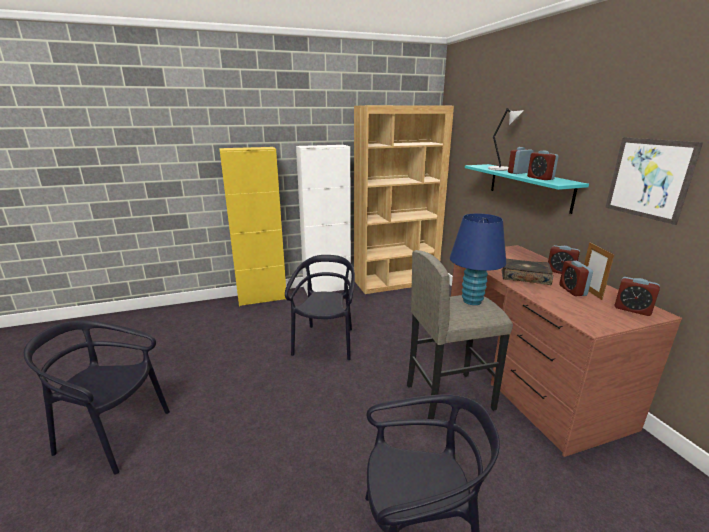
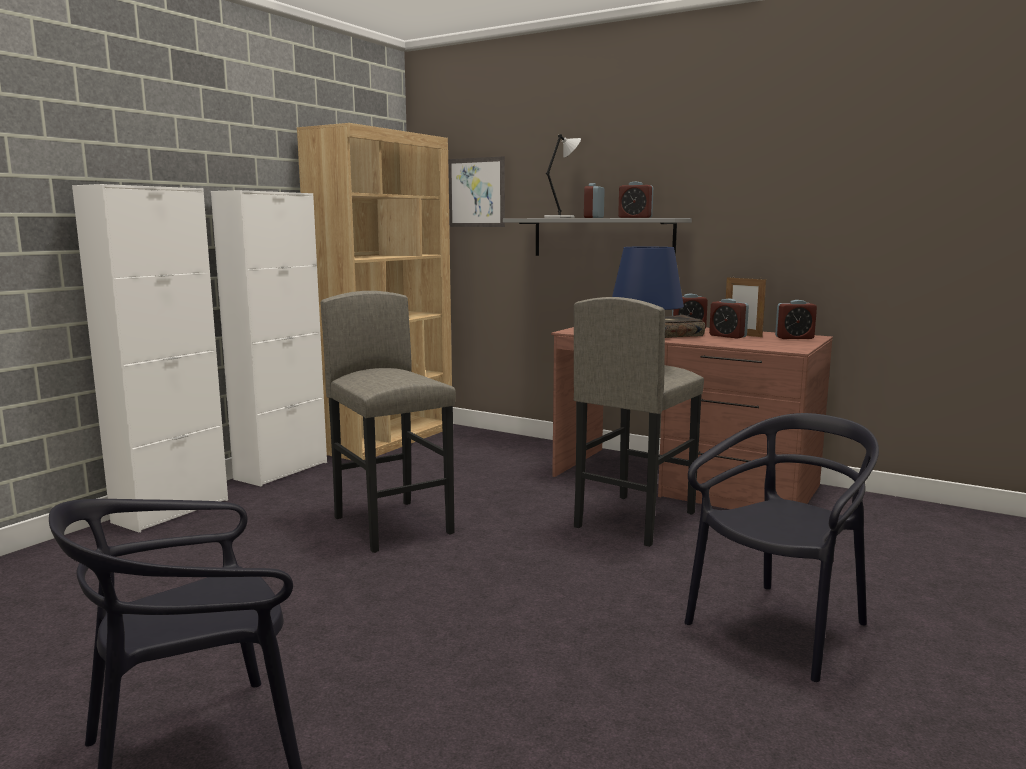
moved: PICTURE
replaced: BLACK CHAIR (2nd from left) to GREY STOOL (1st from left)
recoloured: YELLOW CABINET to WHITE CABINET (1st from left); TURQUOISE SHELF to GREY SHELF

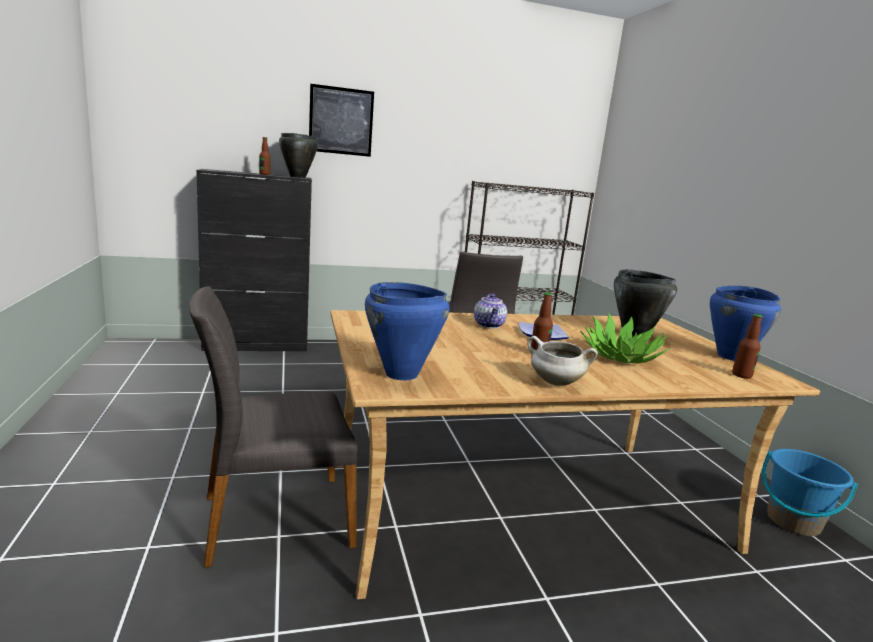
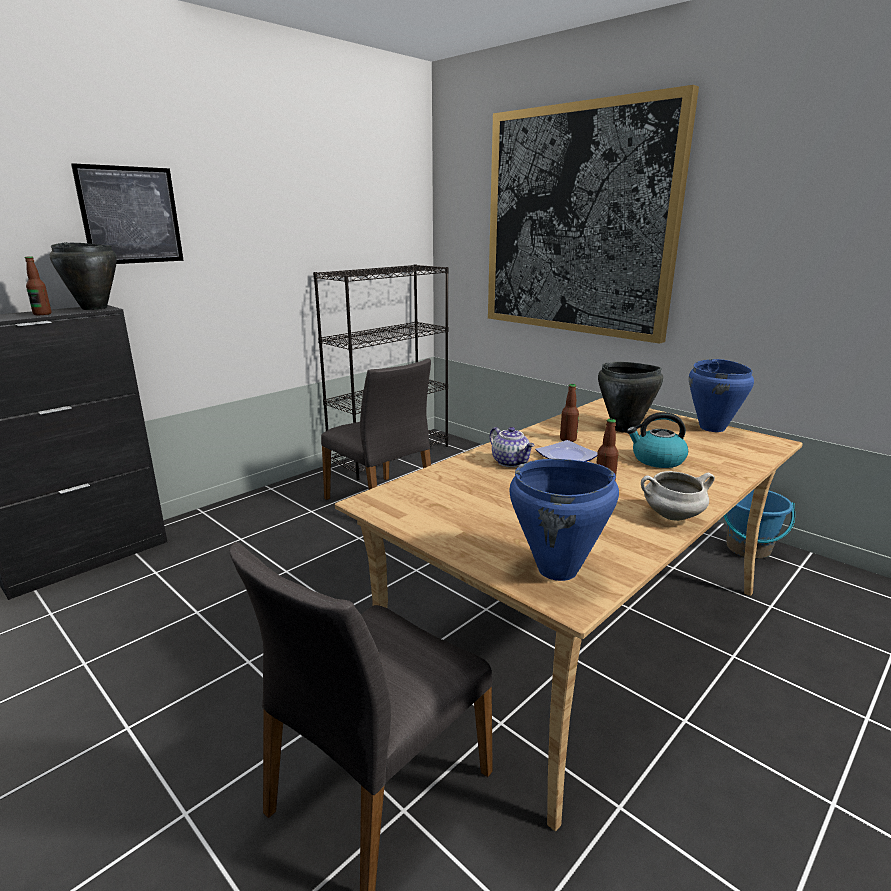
added: PICTURE (2nd from left)
moved: BOTTLE (3rd from left in the first image) to BOTTLE (2nd from left)
replaced: POTTED PLANT to KETTLE

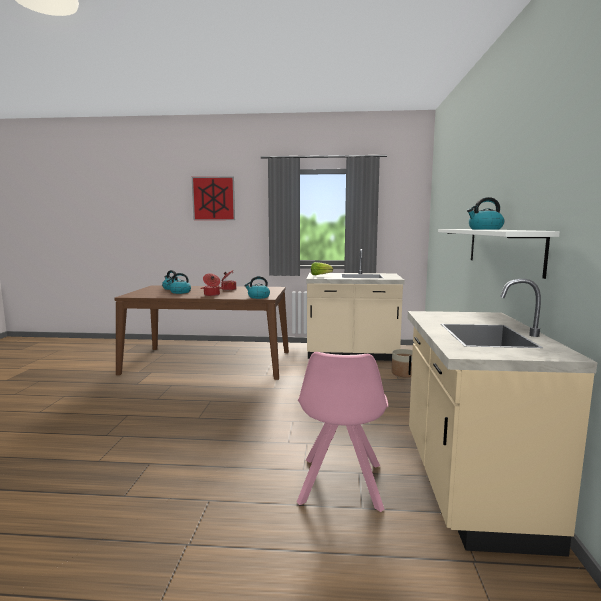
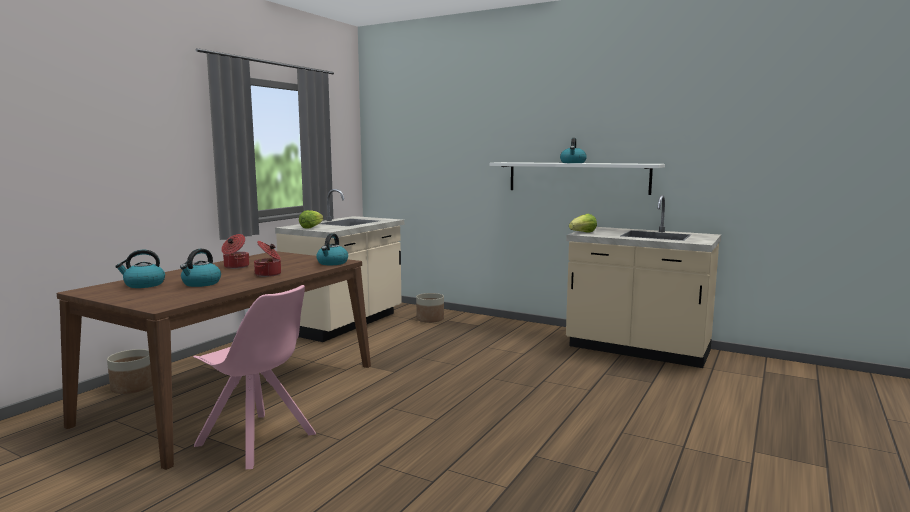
removed: PICTURE
added: PLANTER (1st from left); LETTUCE (2nd from left)
moved: PINK CHAIR

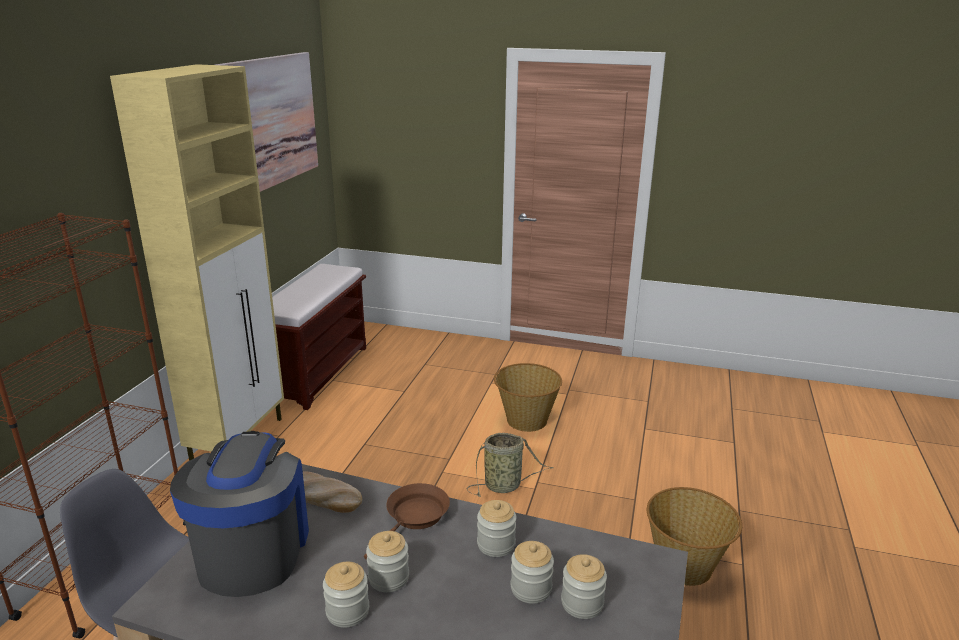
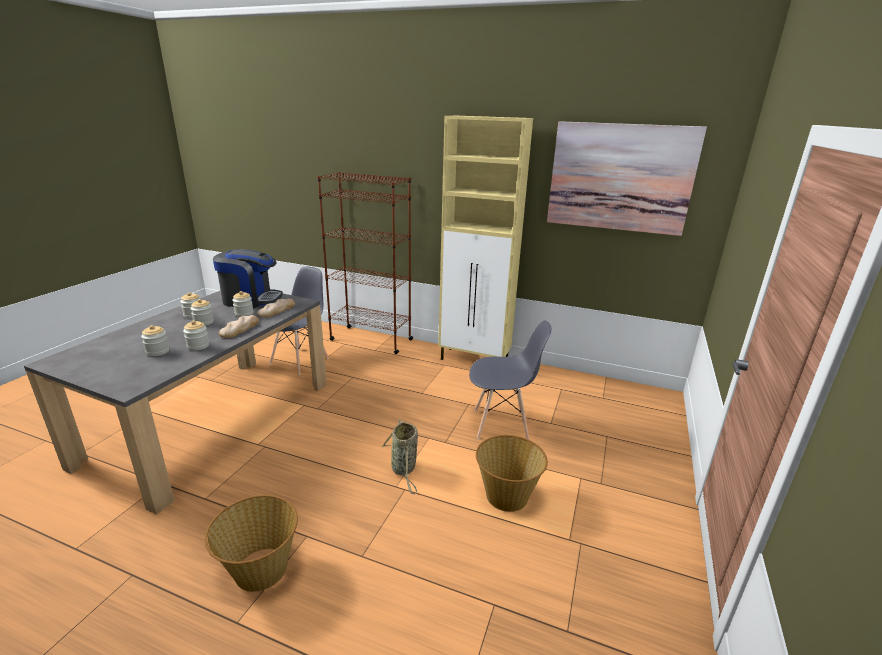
removed: BROWN BENCH
added: GREY CHAIR (2nd from left)
moved: JAR (5th from left)
replaced: BROWN FRYING PAN to BREAD (1st from left)

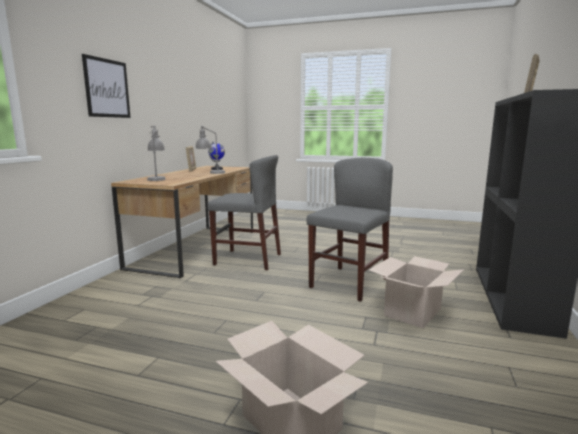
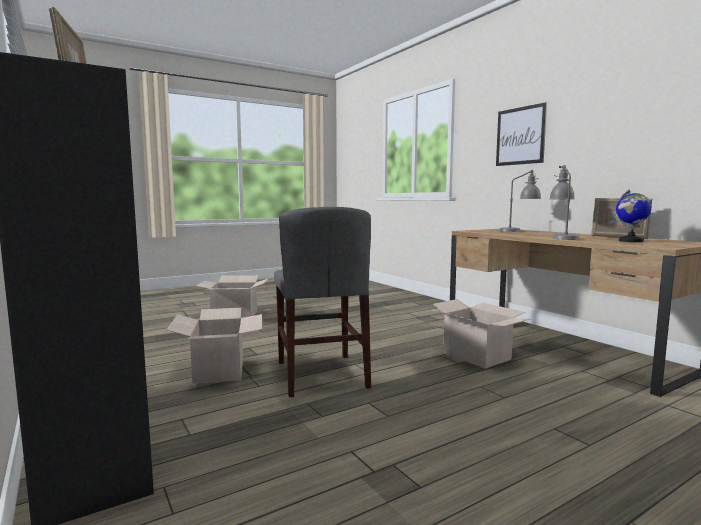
replaced: GREY CHAIR (1st from left) to CARDBOARD BOX (3rd from left)

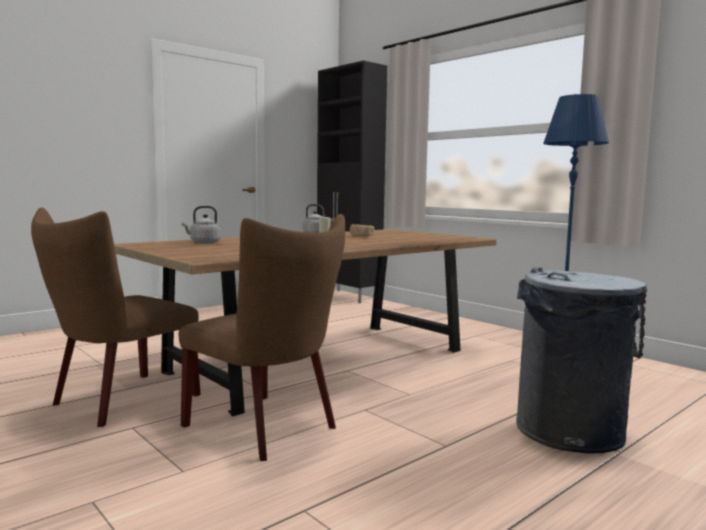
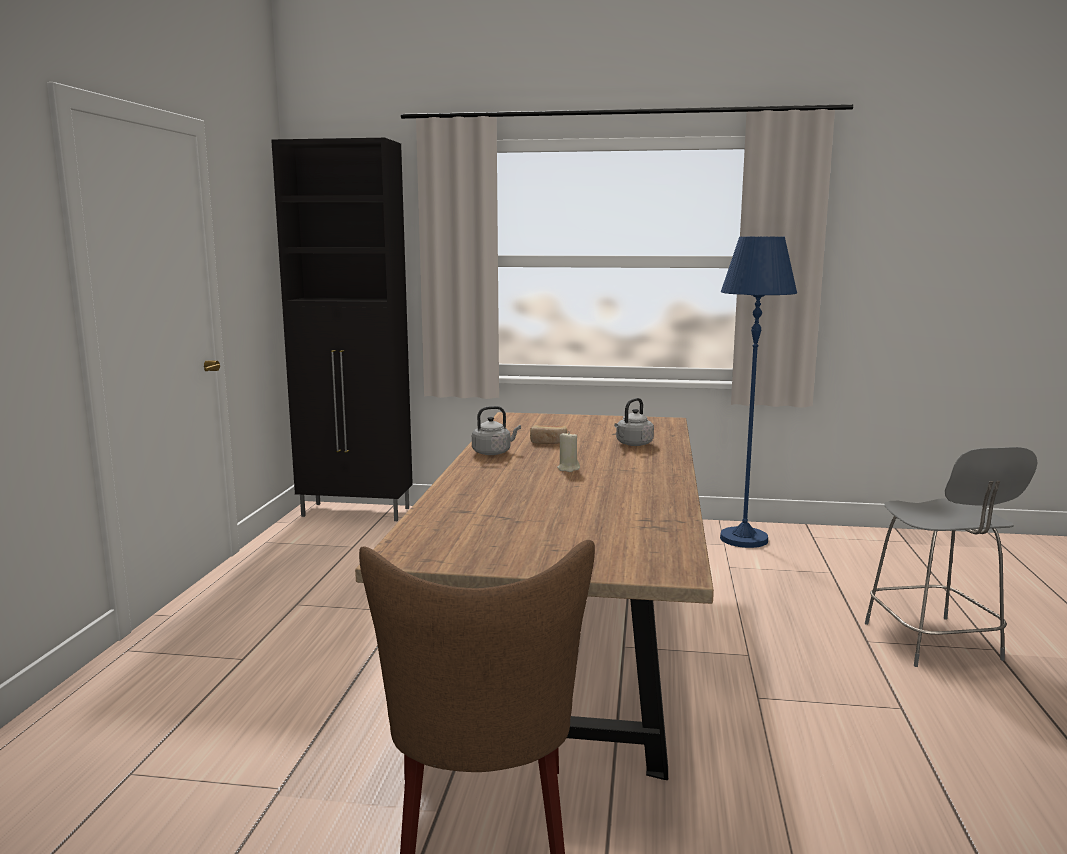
removed: BROWN CHAIR (2nd from left)
moved: GREY KETTLE (1st from left in the first image) to GREY KETTLE (2nd from left)
replaced: GREY TRASH CAN to GREY STOOL

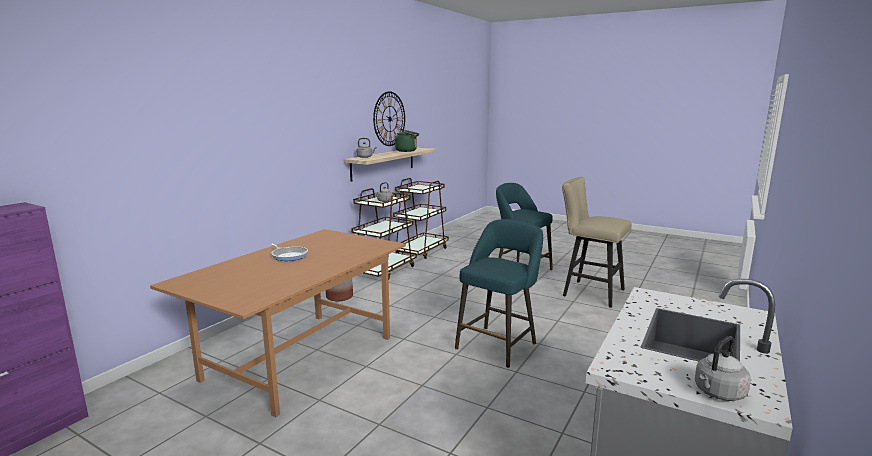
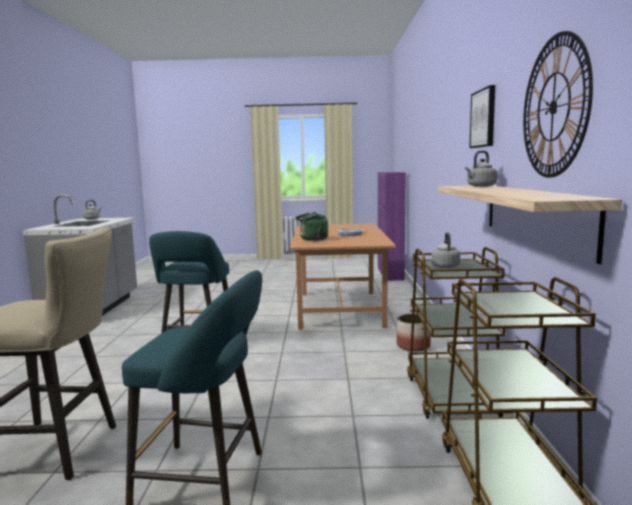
added: PICTURE
moved: GREEN KETTLE

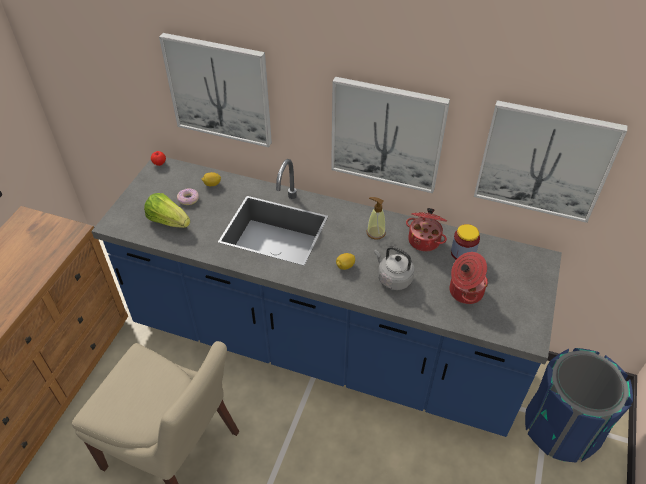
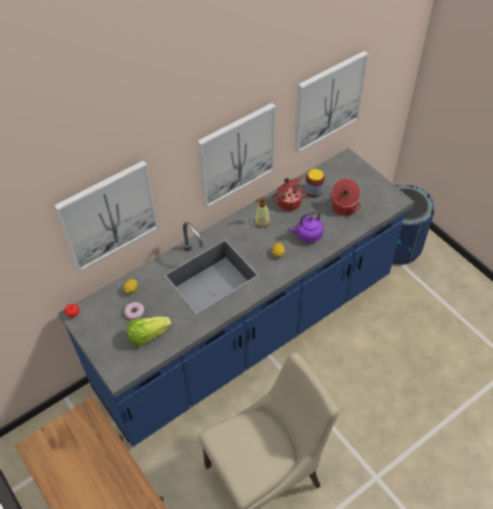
recoloured: GREY KETTLE to PURPLE KETTLE

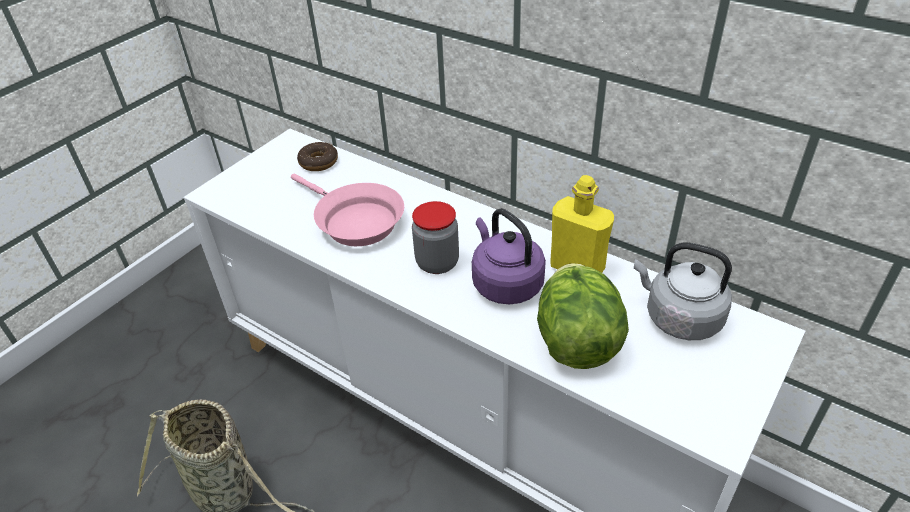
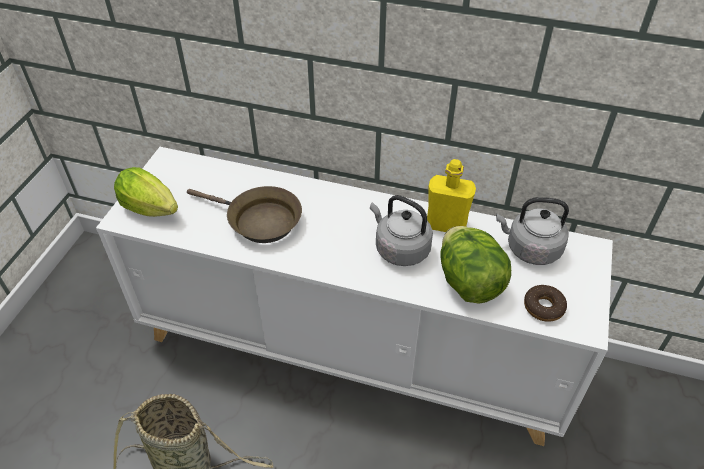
removed: JAR
added: LETTUCE (1st from left)
moved: DONUT
recoloured: PINK FRYING PAN to BROWN FRYING PAN; PURPLE KETTLE to GREY KETTLE (1st from left)

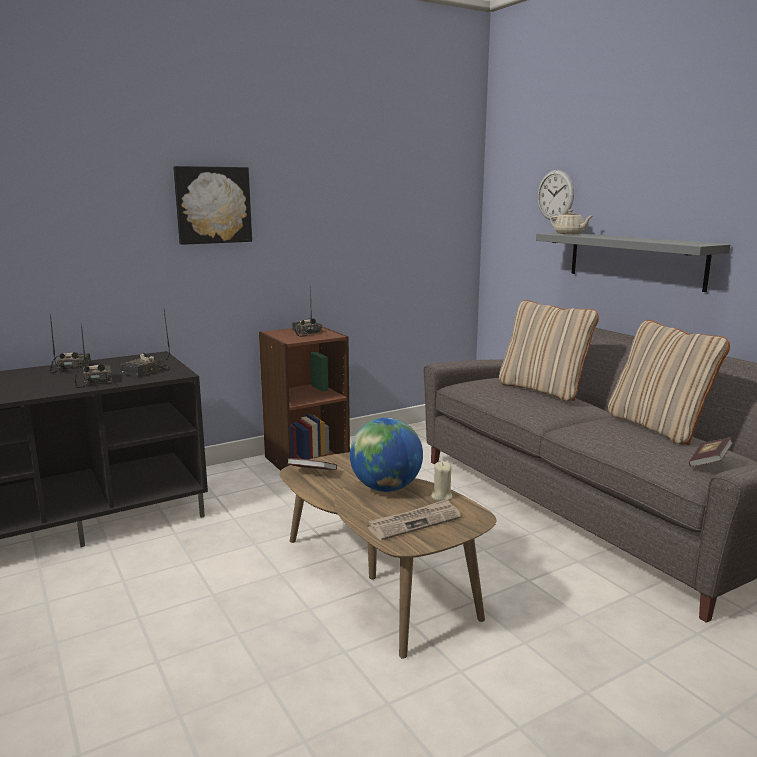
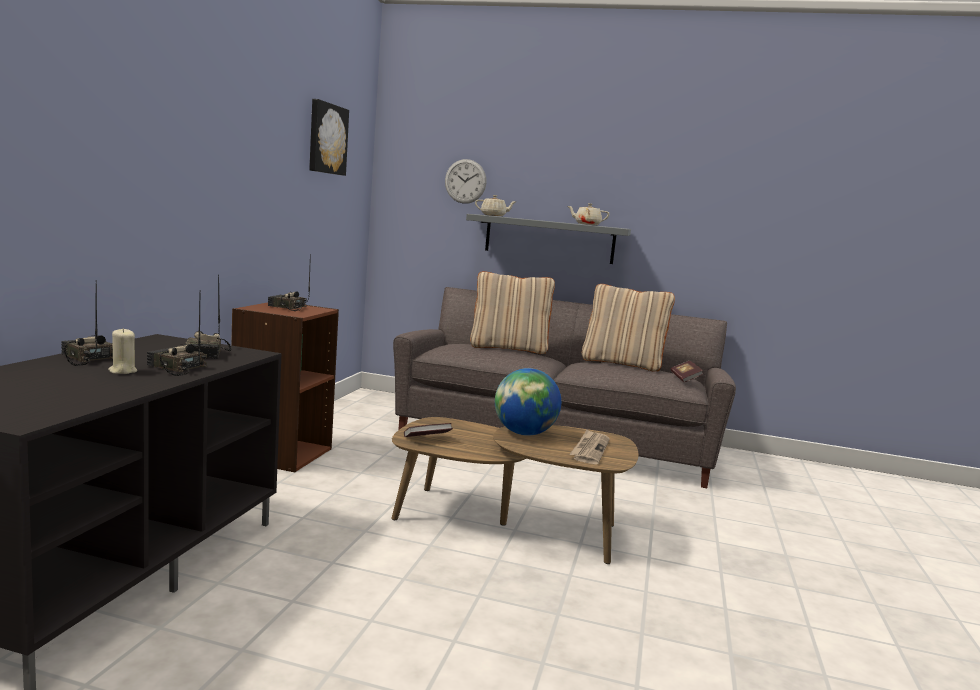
added: BEIGE TEAPOT (2nd from left)
moved: PICTURE; BEIGE CANDLE

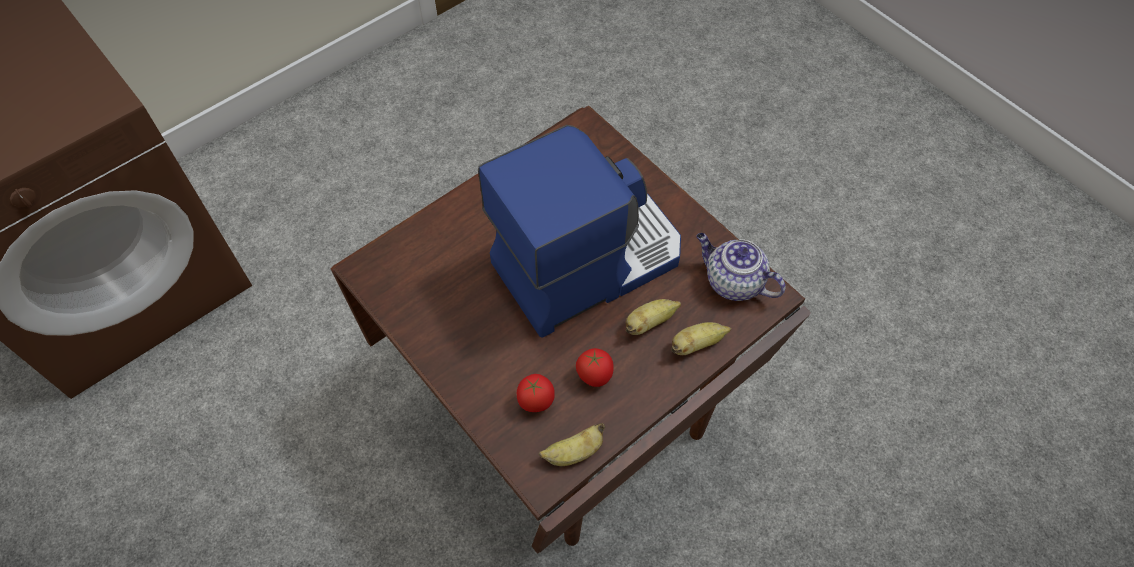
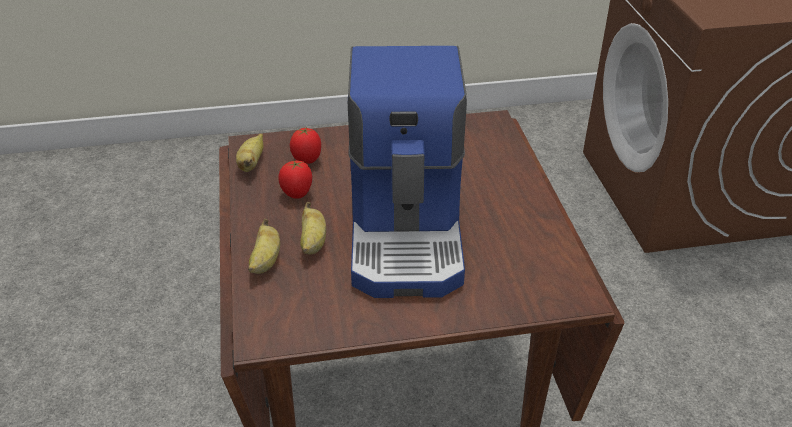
removed: TEAPOT

